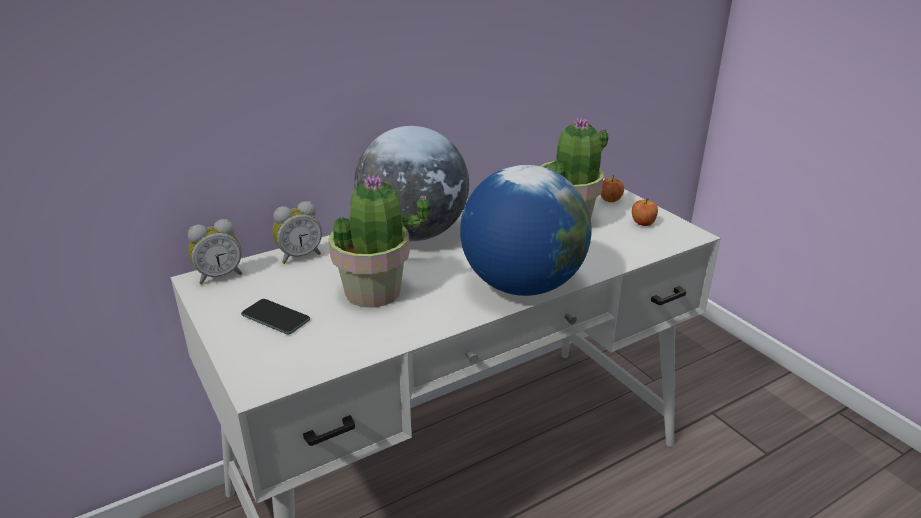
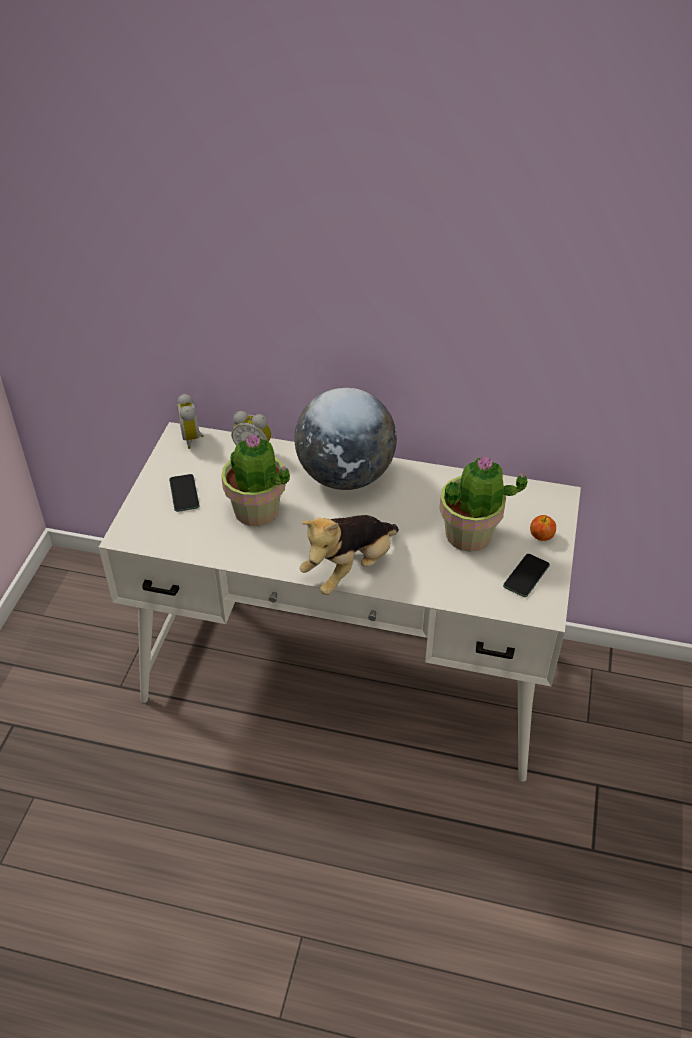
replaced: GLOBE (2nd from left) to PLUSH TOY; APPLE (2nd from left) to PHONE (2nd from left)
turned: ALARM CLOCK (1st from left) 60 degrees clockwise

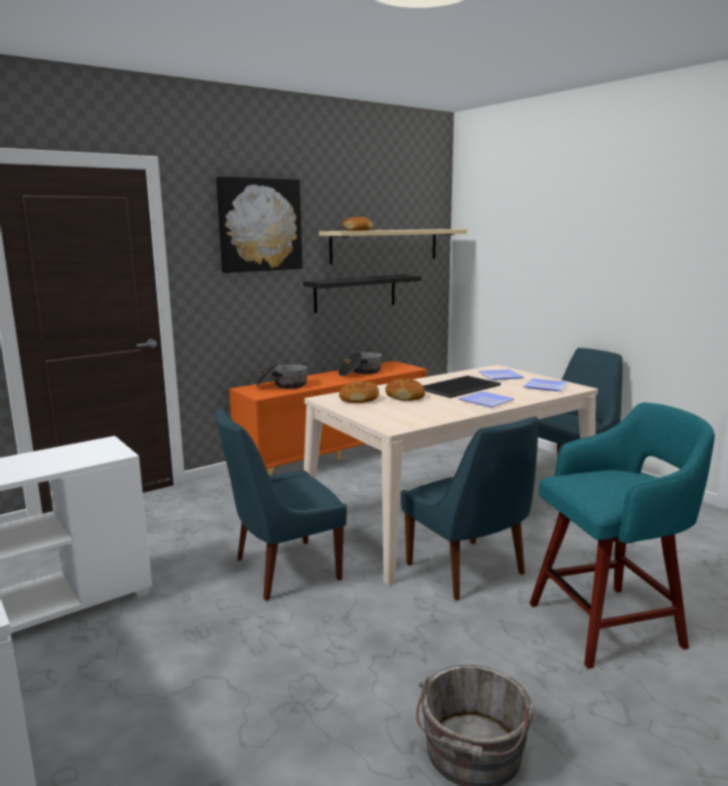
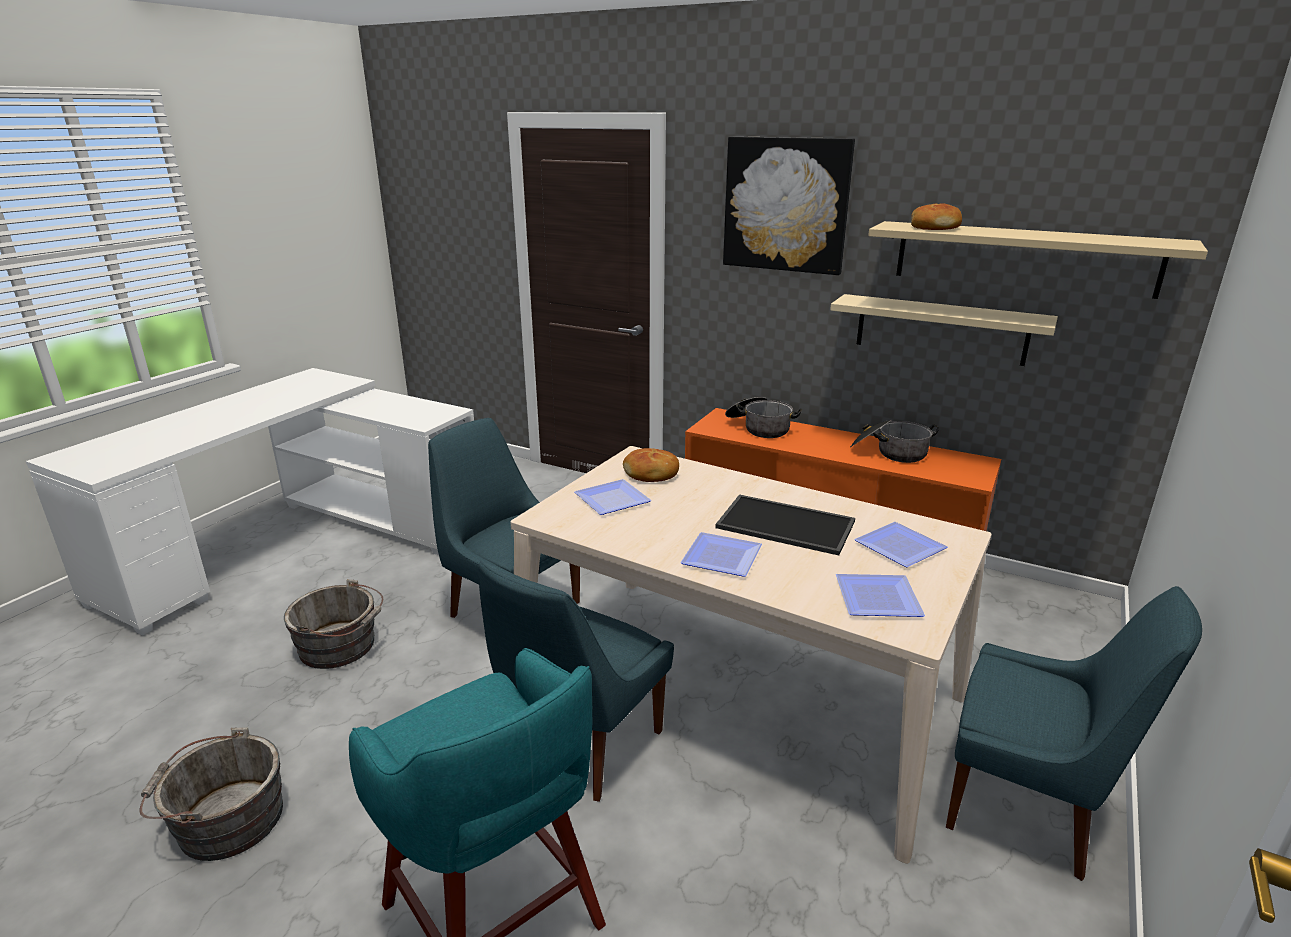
removed: BREAD (3rd from left)
added: GREY BUCKET (2nd from left); PLATE (1st from left)
recoloured: BLACK SHELF to BEIGE SHELF (1st from left)

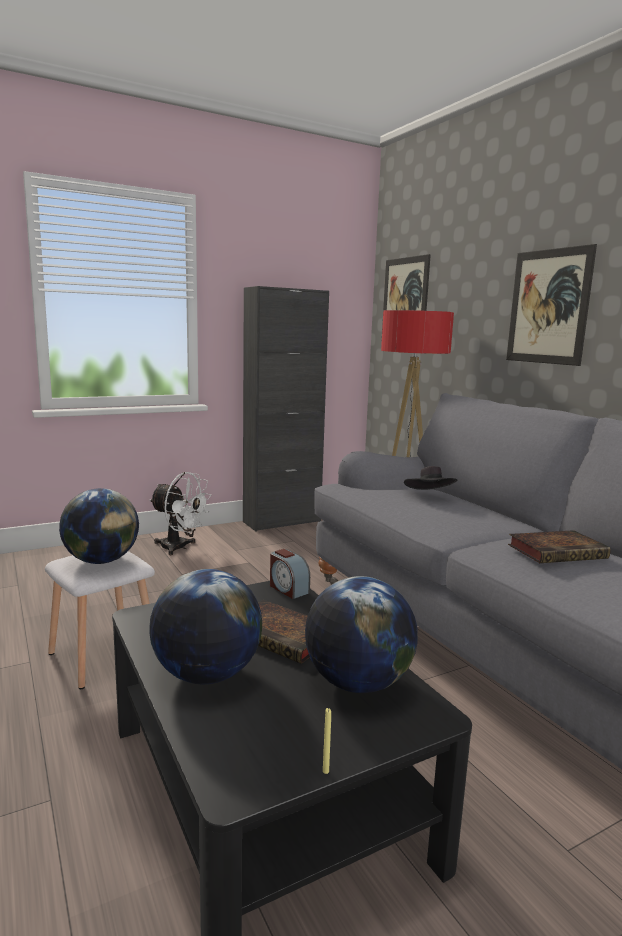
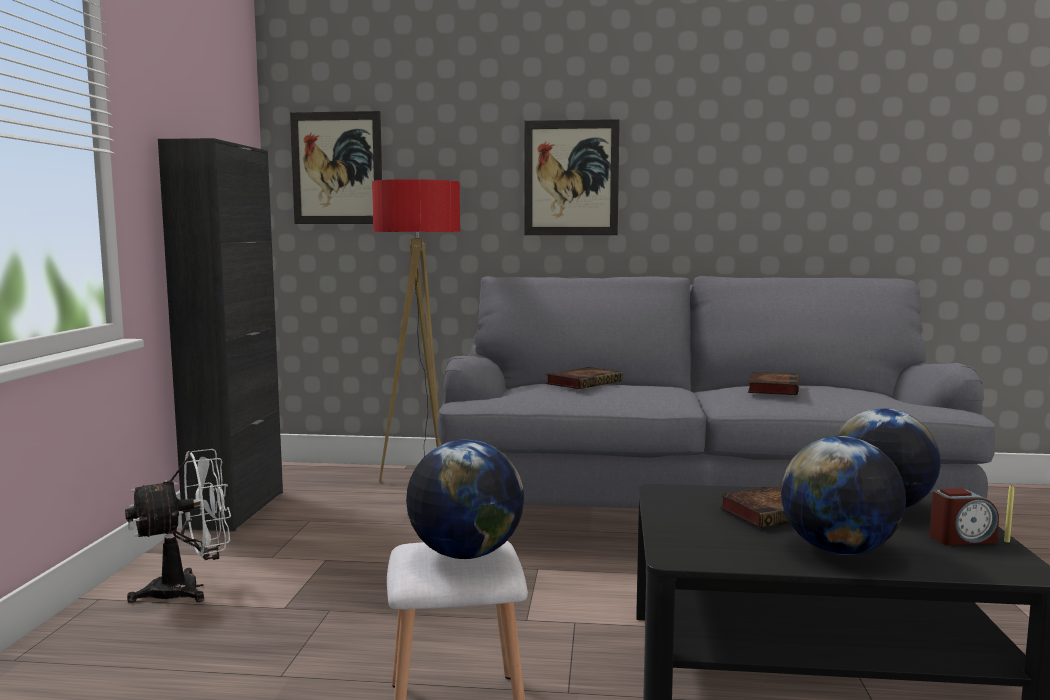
moved: ALARM CLOCK
replaced: BLACK HAT to BOOK (1st from left)

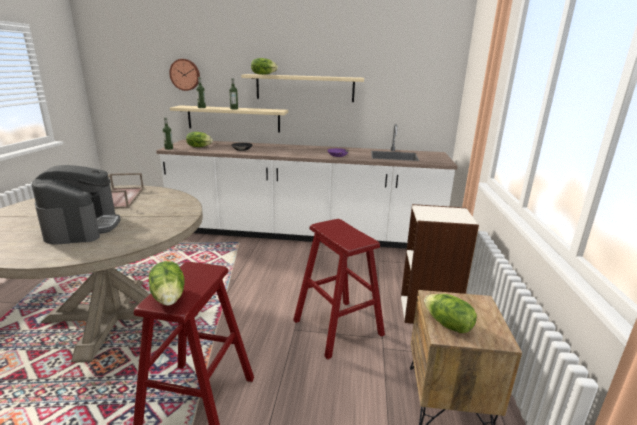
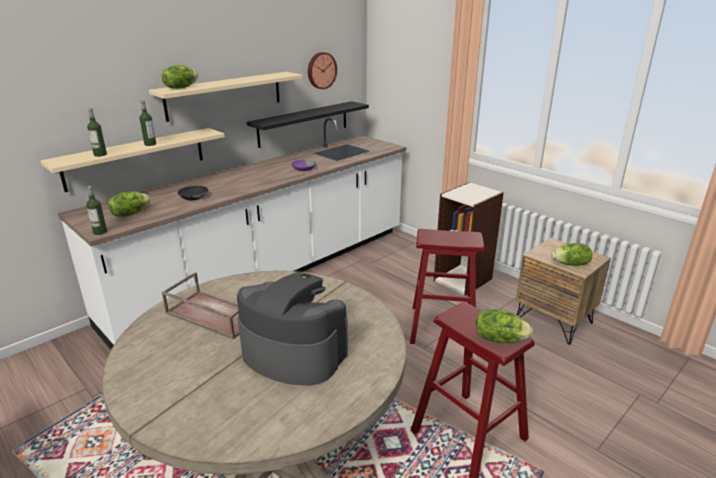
added: BLACK SHELF
moved: WALL CLOCK

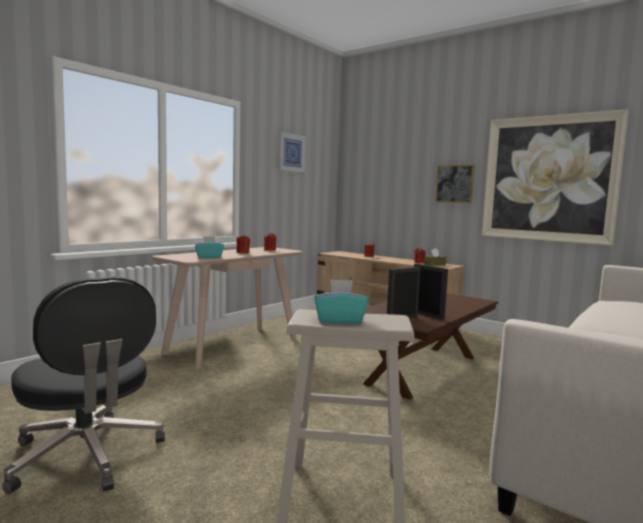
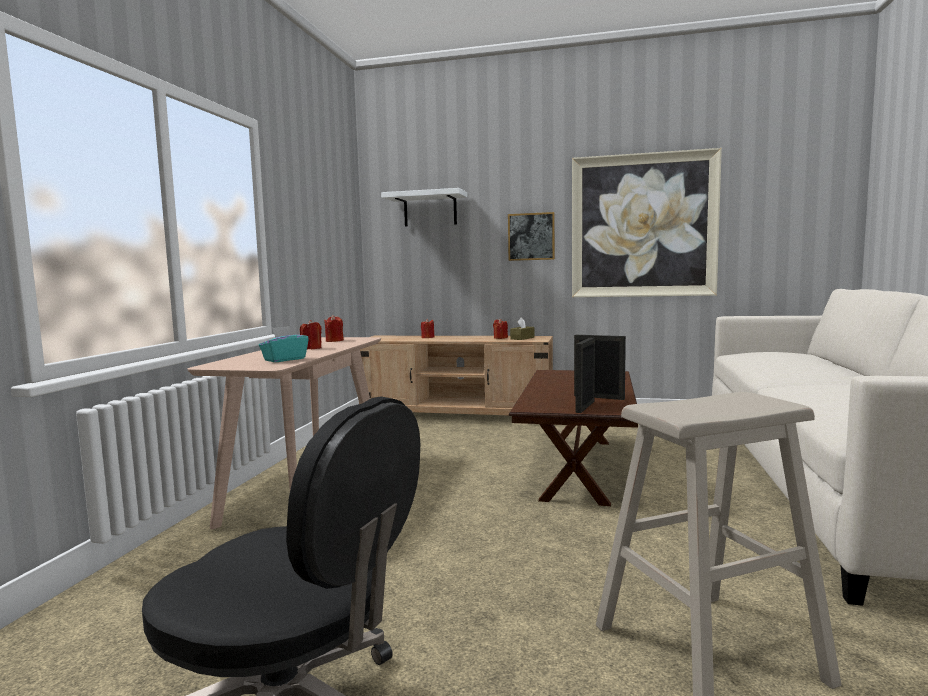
removed: PICTURE (1st from left); TURQUOISE TISSUE BOX (2nd from left)
added: WHITE SHELF

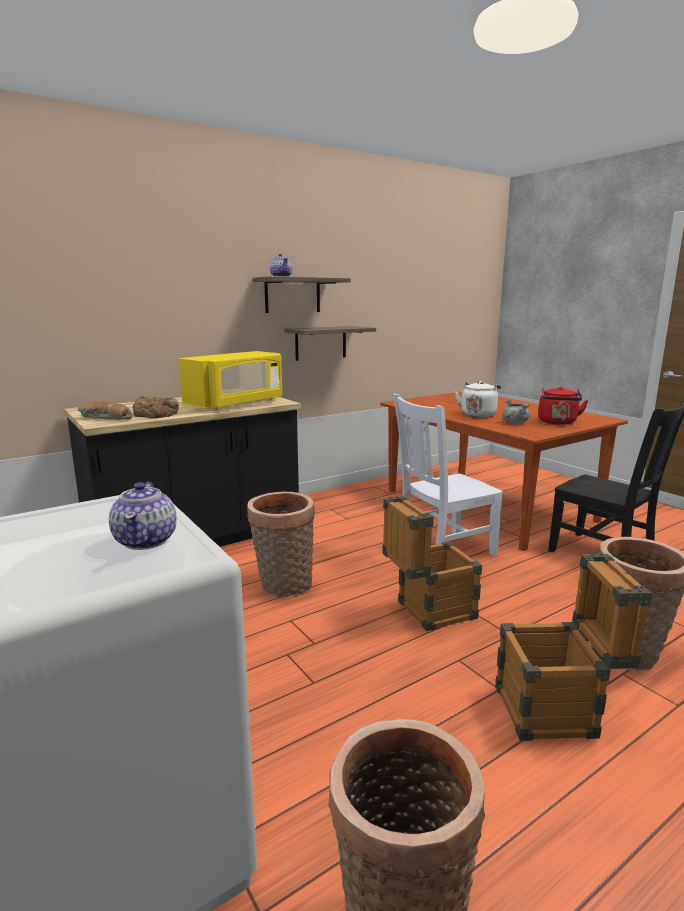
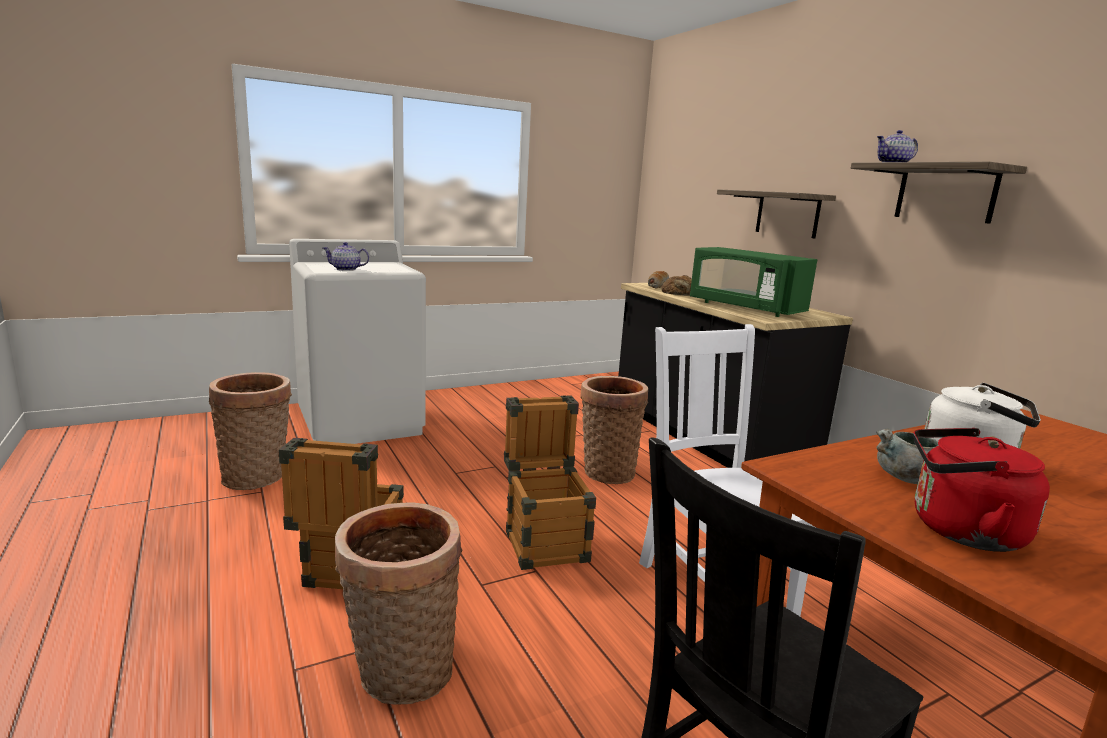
moved: SHELF (2nd from left in the first image) to SHELF (1st from left)
recoloured: YELLOW MICROWAVE to GREEN MICROWAVE

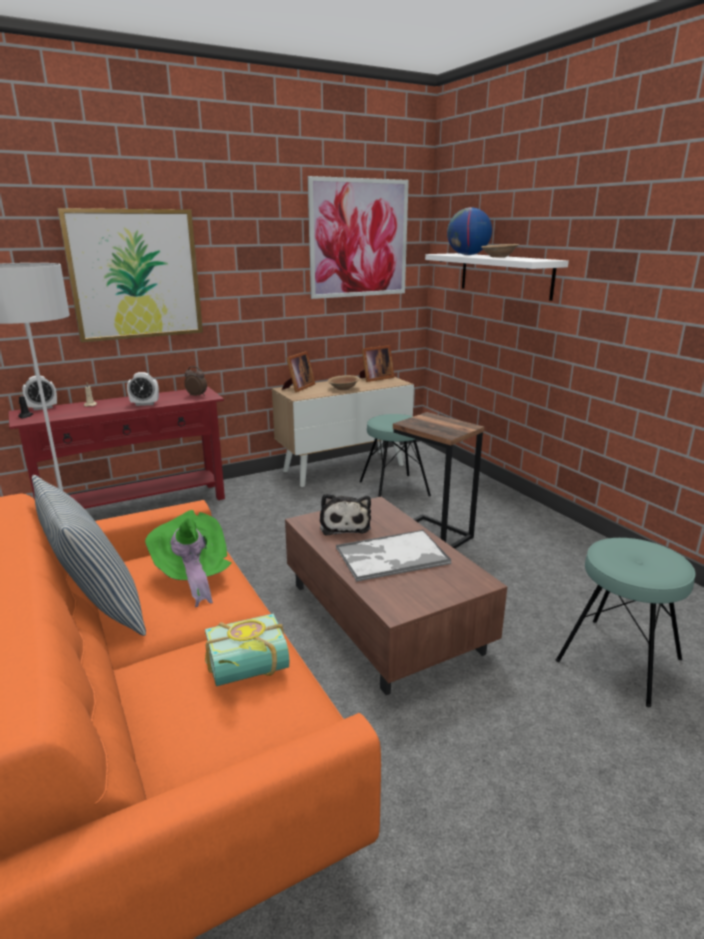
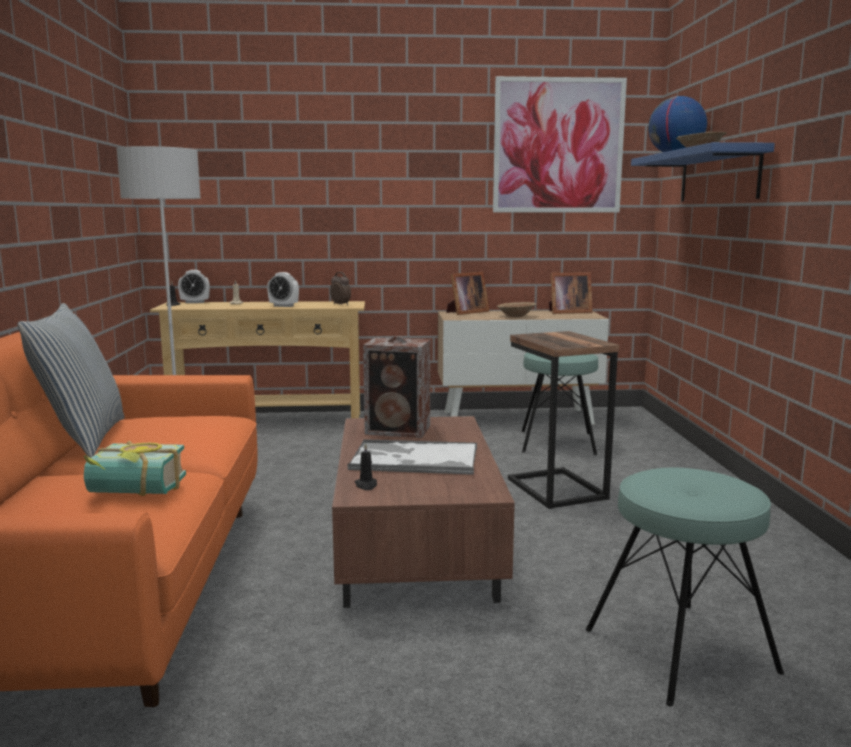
removed: PICTURE (1st from left); GREEN HAT
added: BLACK CANDLE (2nd from left)
replaced: PLUSH TOY to SPEAKER
recoloured: RED CONSOLE TABLE to BEIGE CONSOLE TABLE; WHITE SHELF to BLUE SHELF

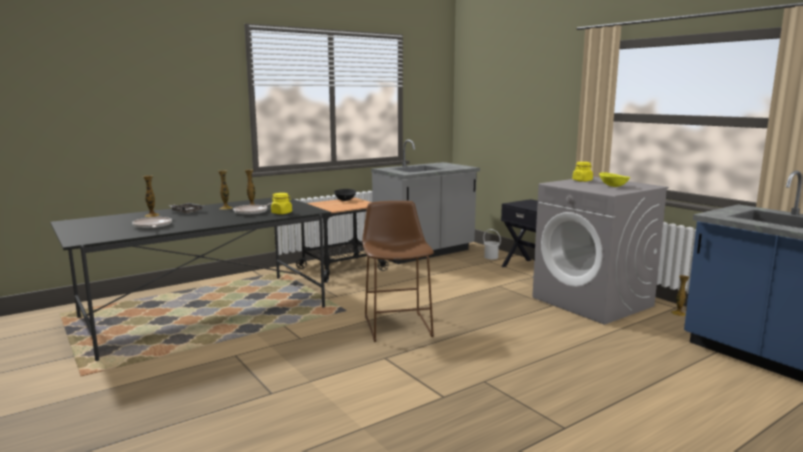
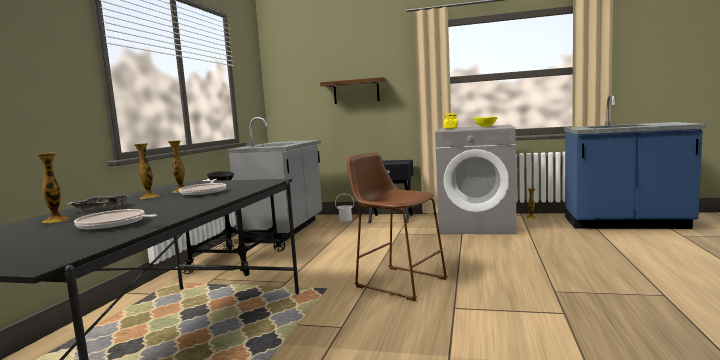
removed: YELLOW JAR (1st from left)
added: SHELF

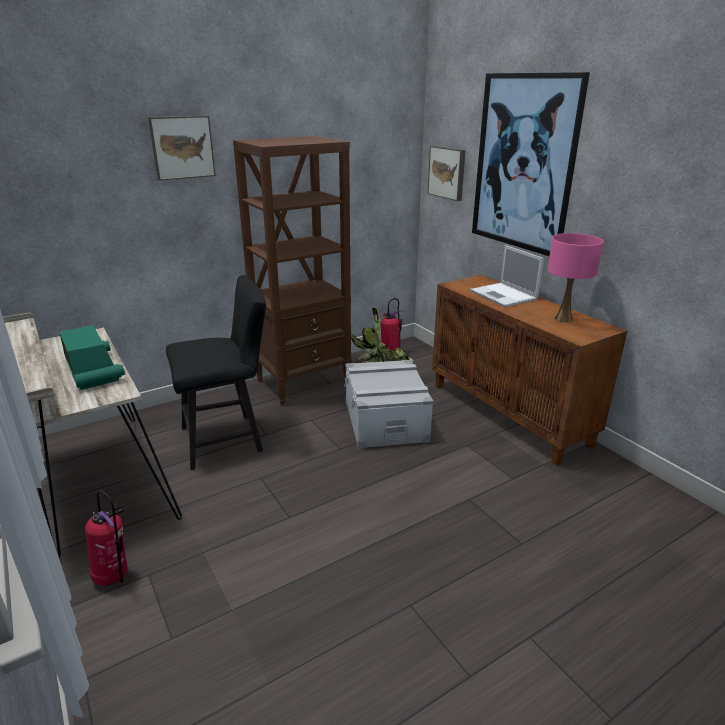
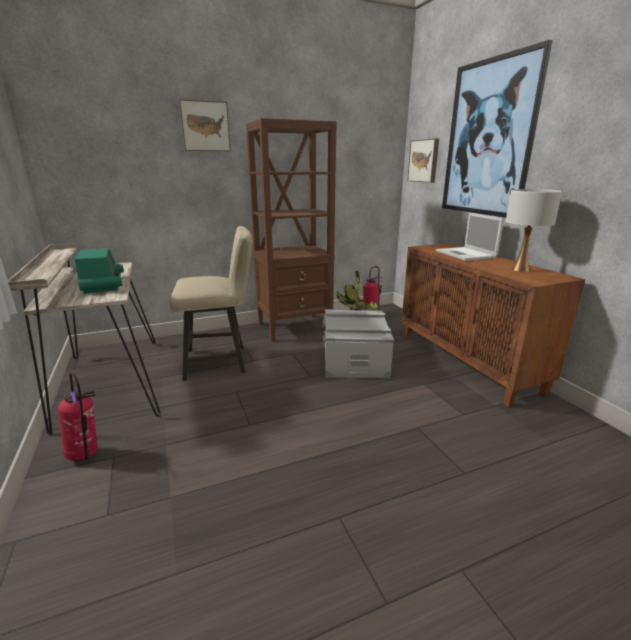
recoloured: BLACK CHAIR to BEIGE CHAIR; PINK TABLE LAMP to WHITE TABLE LAMP

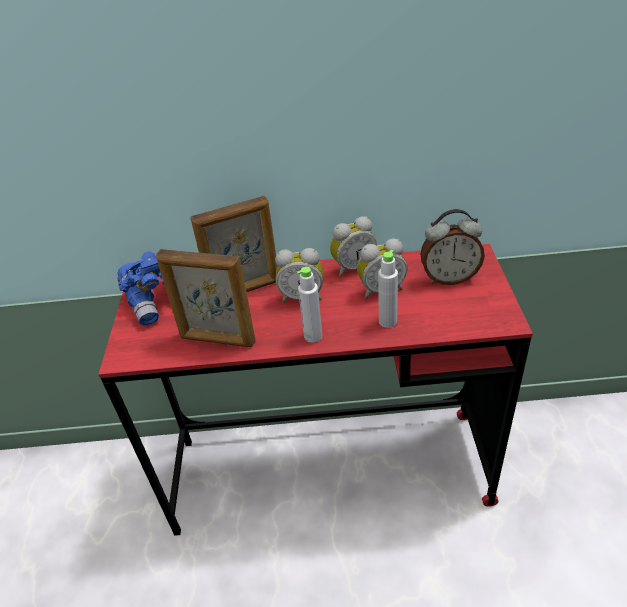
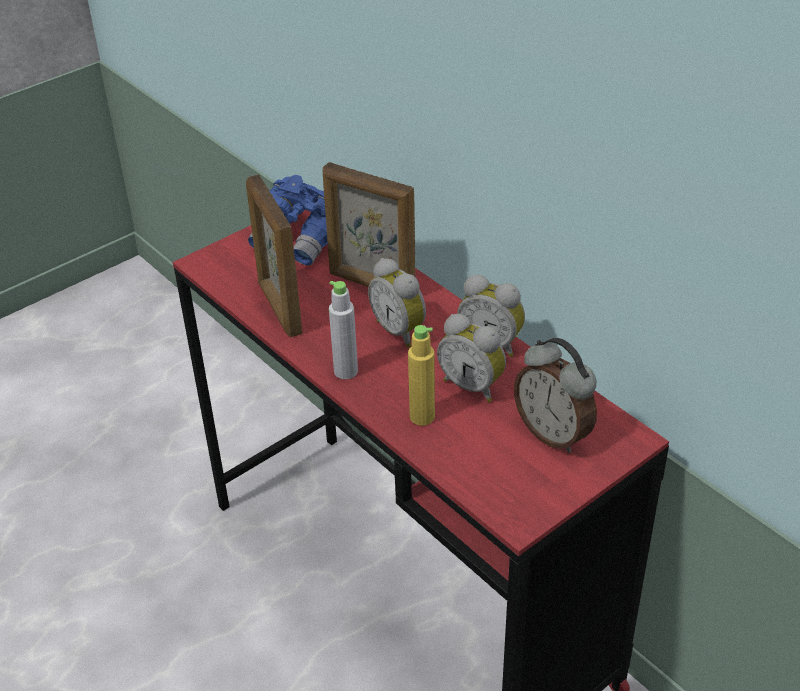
recoloured: GREY BOTTLE (2nd from left) to YELLOW BOTTLE

